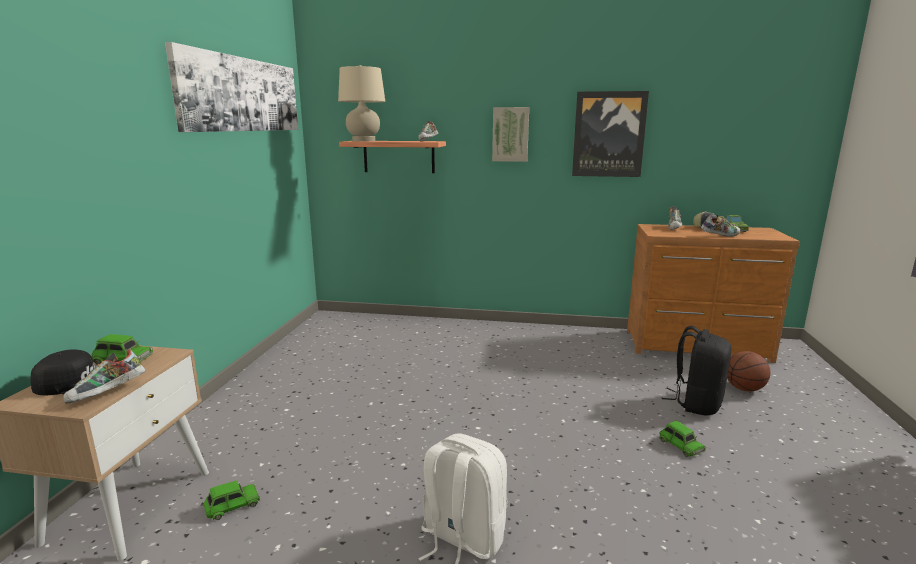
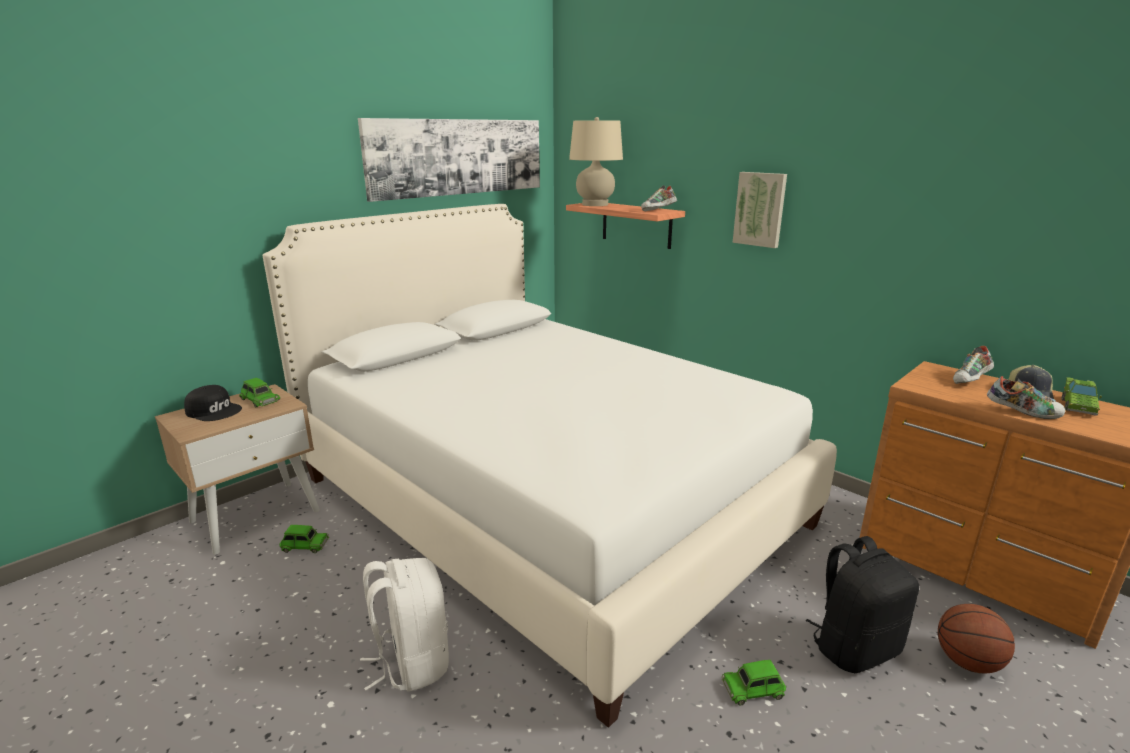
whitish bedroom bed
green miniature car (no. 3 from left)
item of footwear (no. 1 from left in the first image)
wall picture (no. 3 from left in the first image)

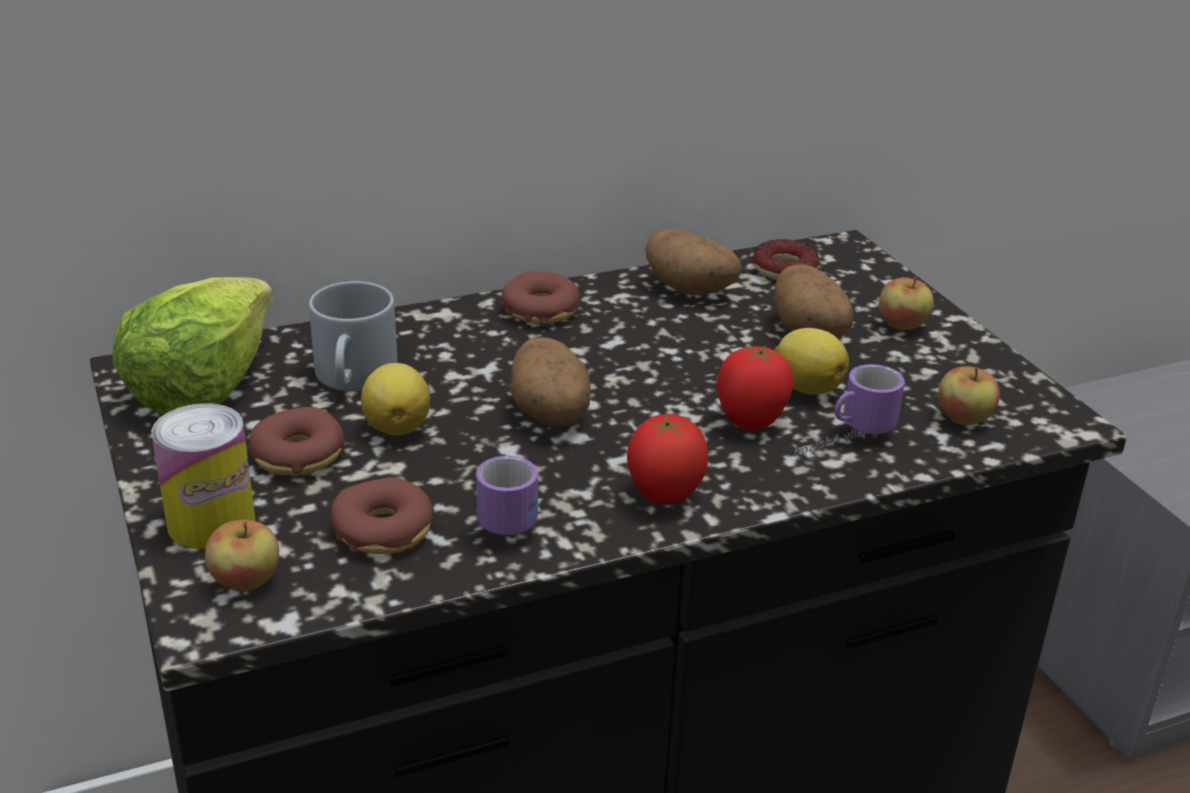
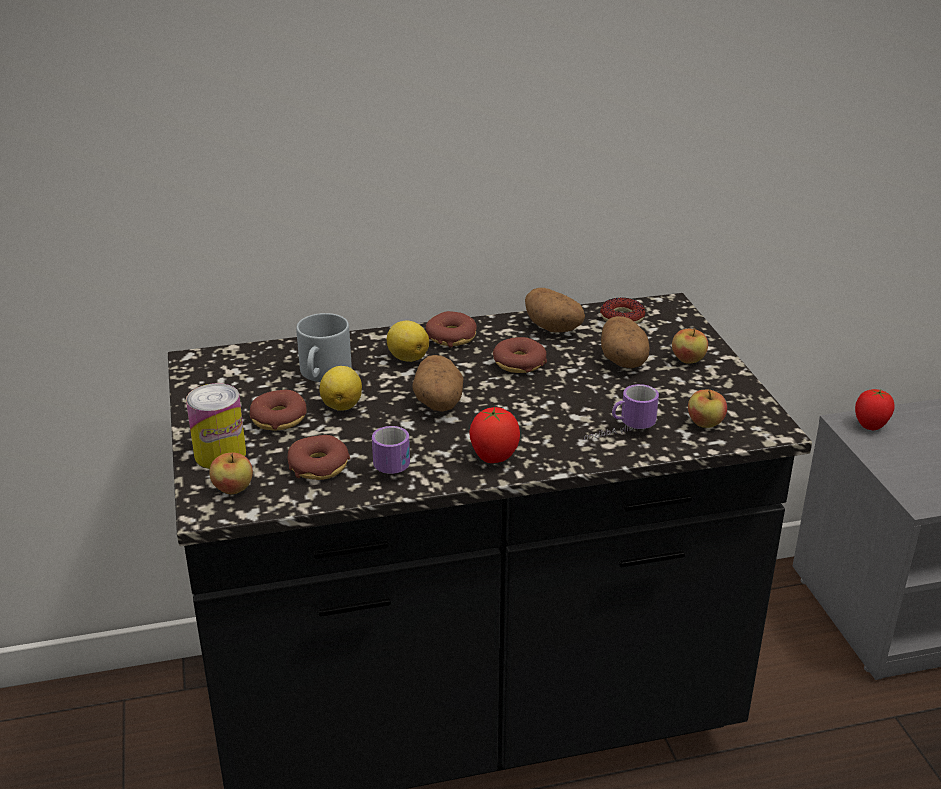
whole lemon (no. 2 from left)
donut (no. 4 from left)
fresh tomato (no. 2 from left)
lettuce

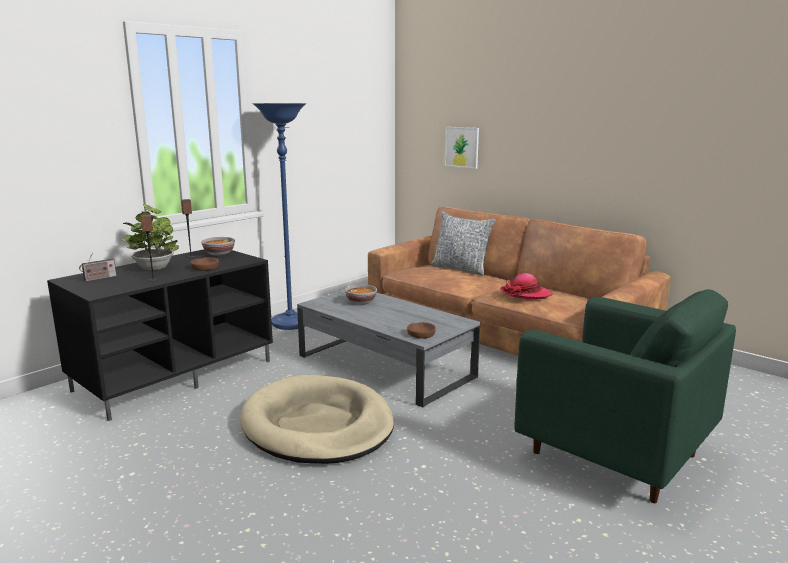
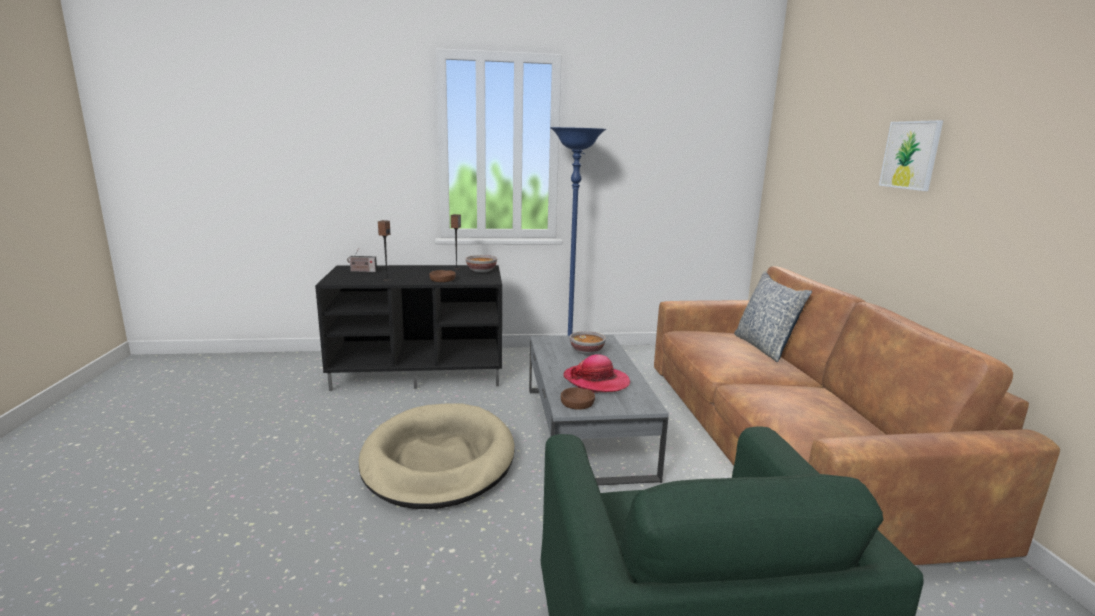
wearable hat
wall picture
potted plant

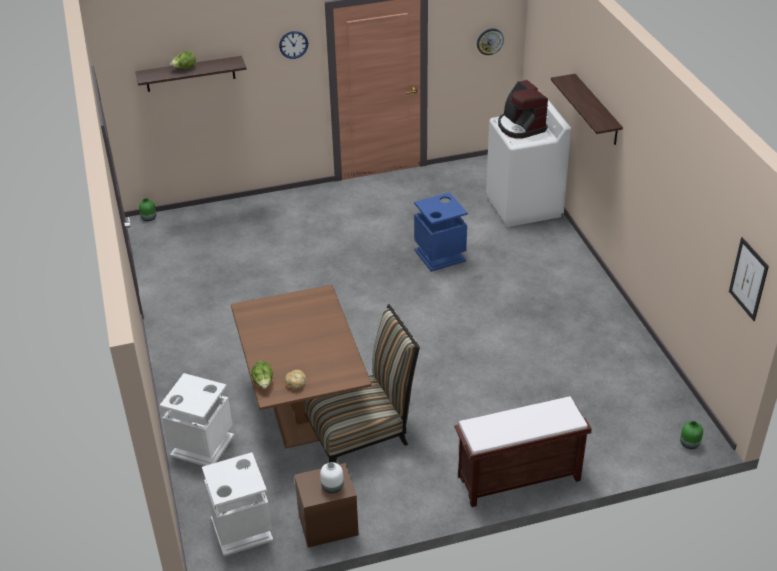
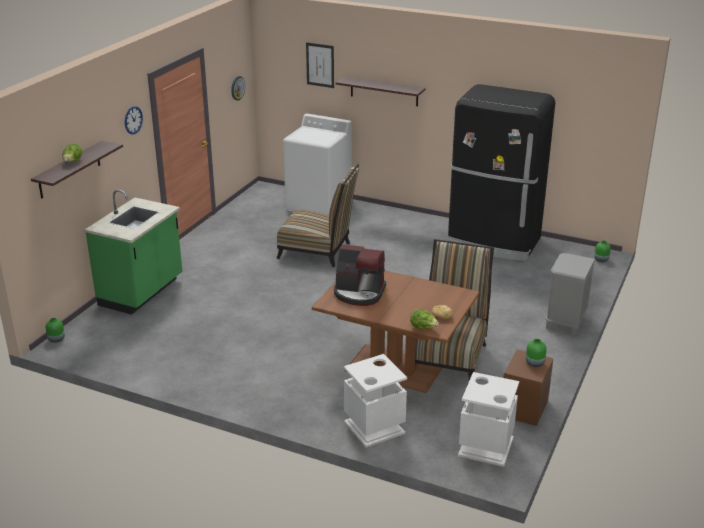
green kitchen counter
chair (no. 1 from left)
wall picture
coffee machine
black-coloured refrigerator
green vase (no. 2 from left)
grey nightstand

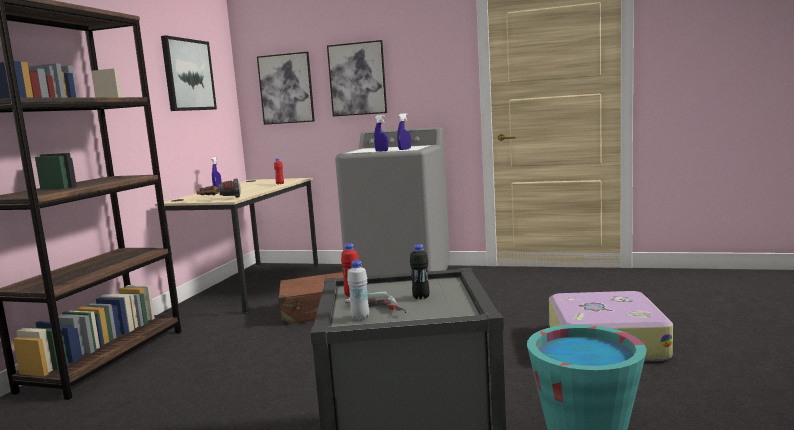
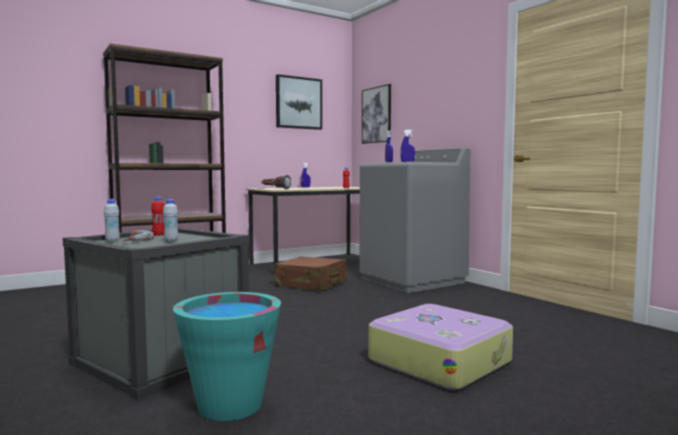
whitish bottle (no. 2 from left)
wall picture (no. 3 from left in the first image)

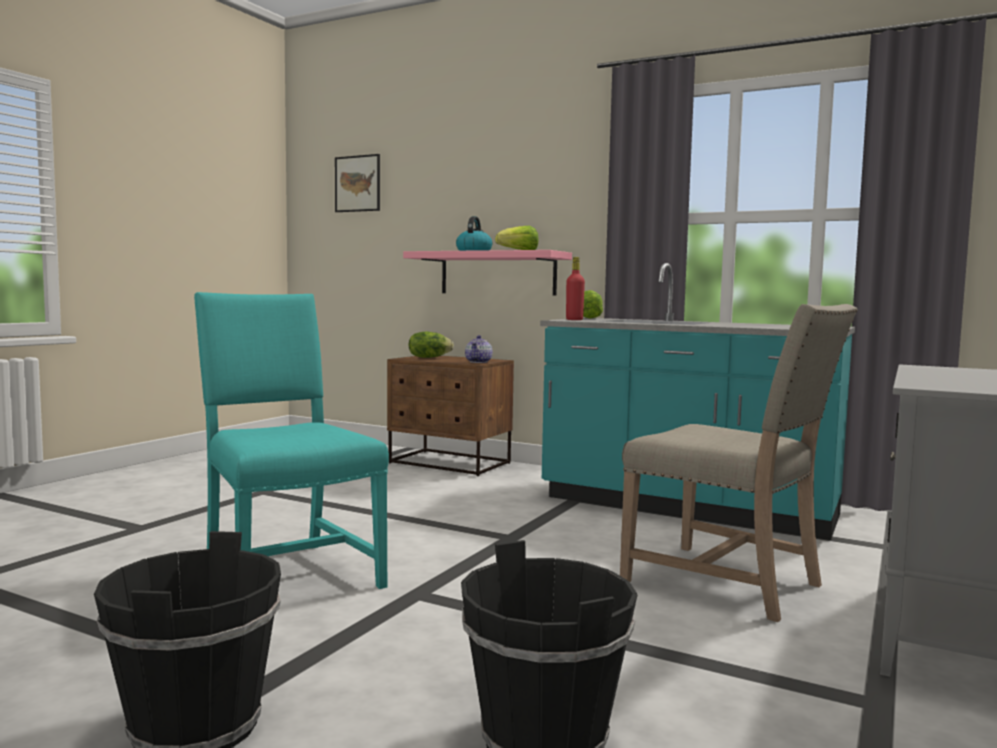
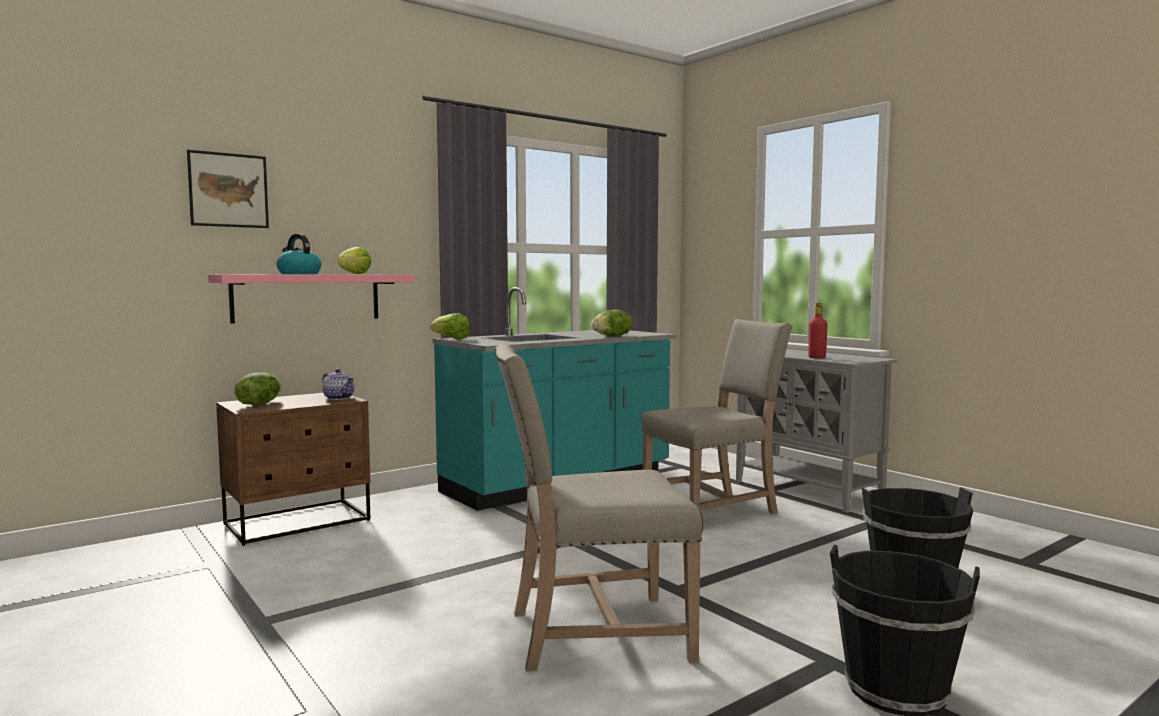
wall picture
beige-coloured chair (no. 1 from left)
lettuce (no. 4 from left)
red bottle

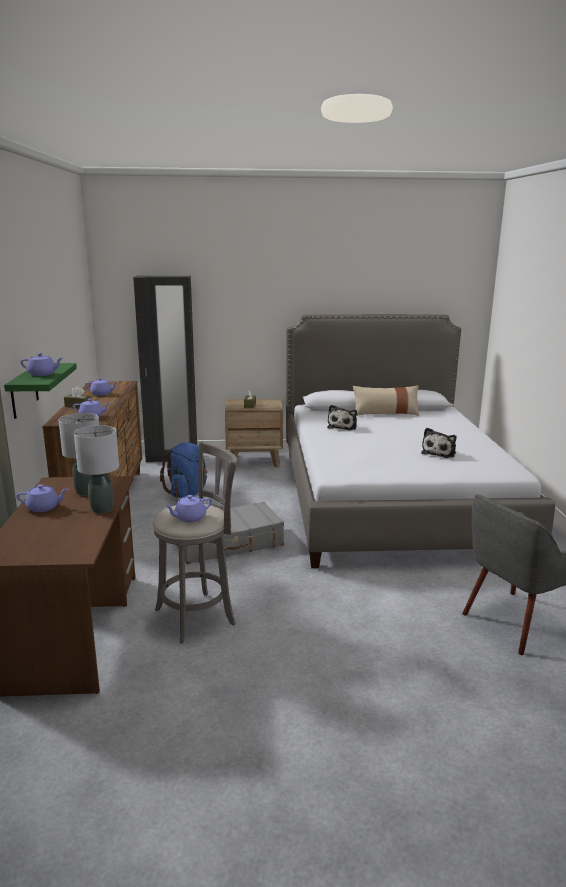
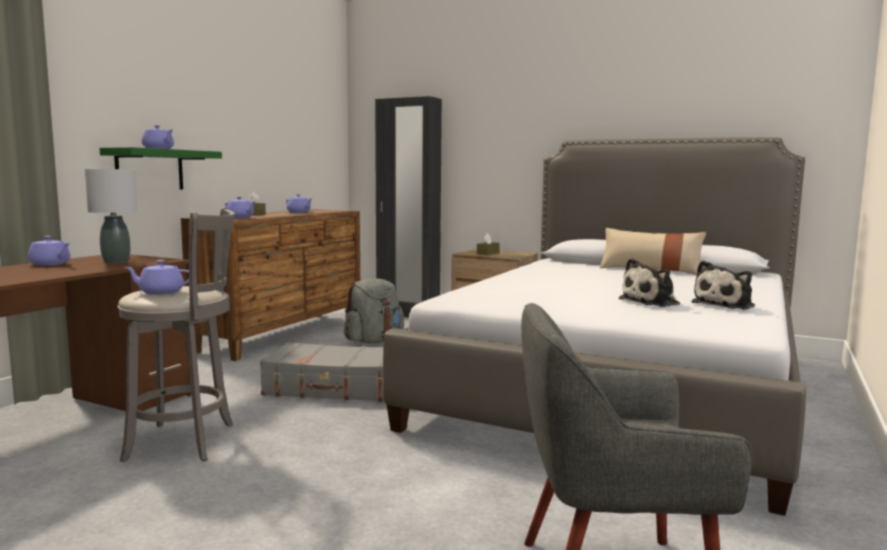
grey knapsack
cuddly toy (no. 2 from left)
grey tabletop lamp (no. 2 from left in the first image)

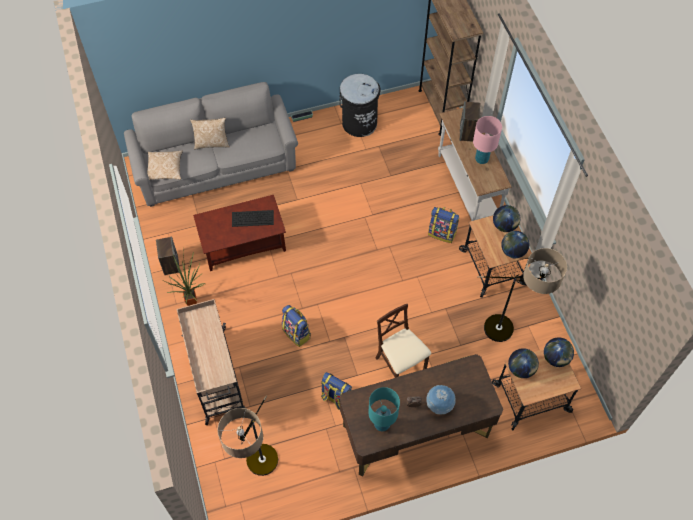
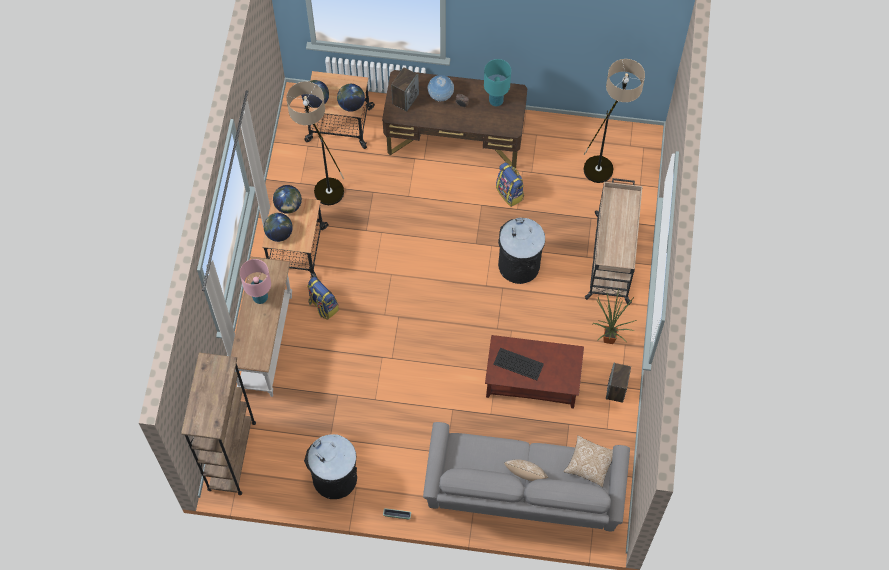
speaker (no. 1 from left)
black-coloured waste bin (no. 2 from left)
beige-coloured chair

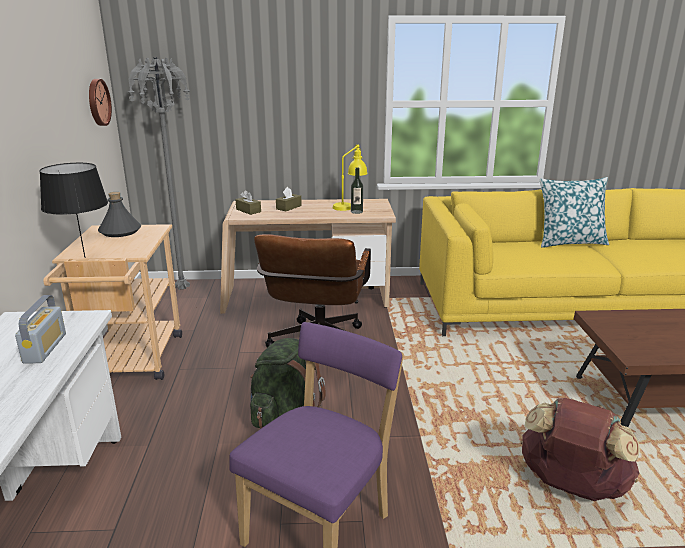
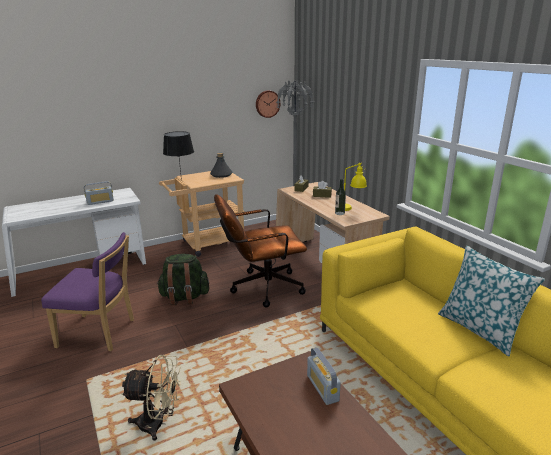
beige-coloured fan
radio receiver (no. 2 from left)

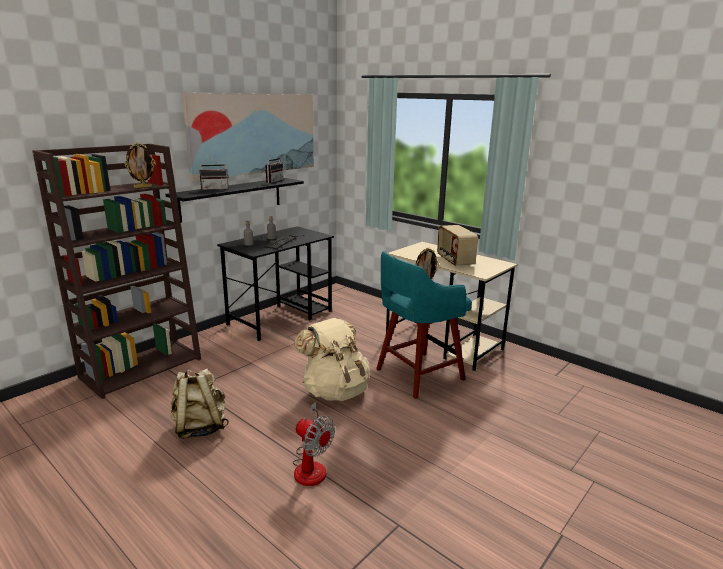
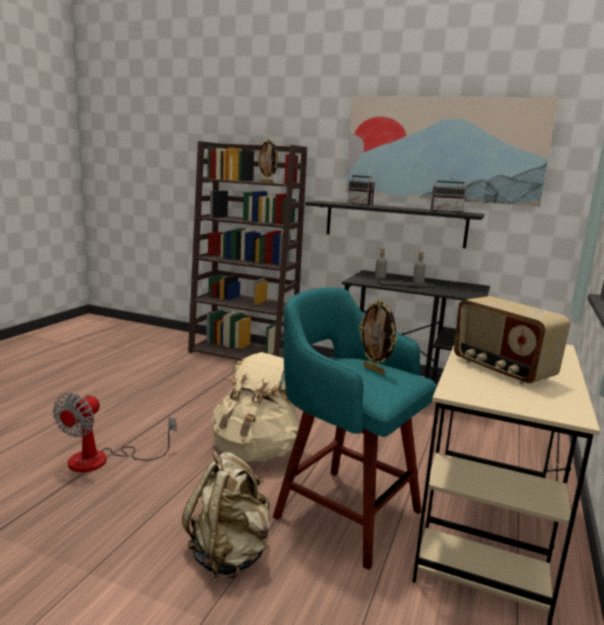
beige-coloured knapsack (no. 1 from left)
radio receiver (no. 3 from left)

